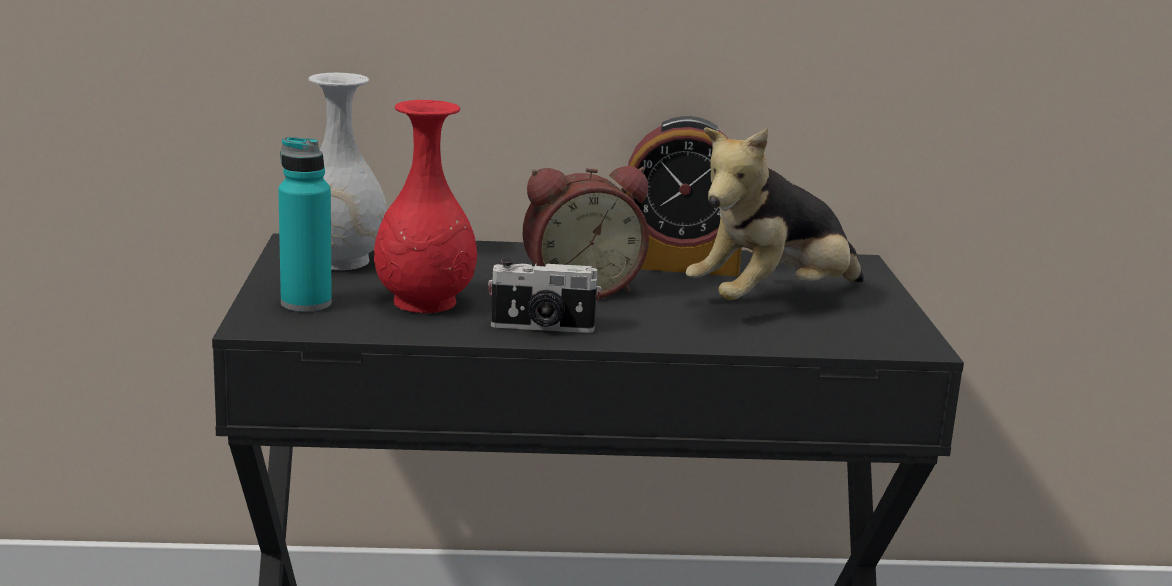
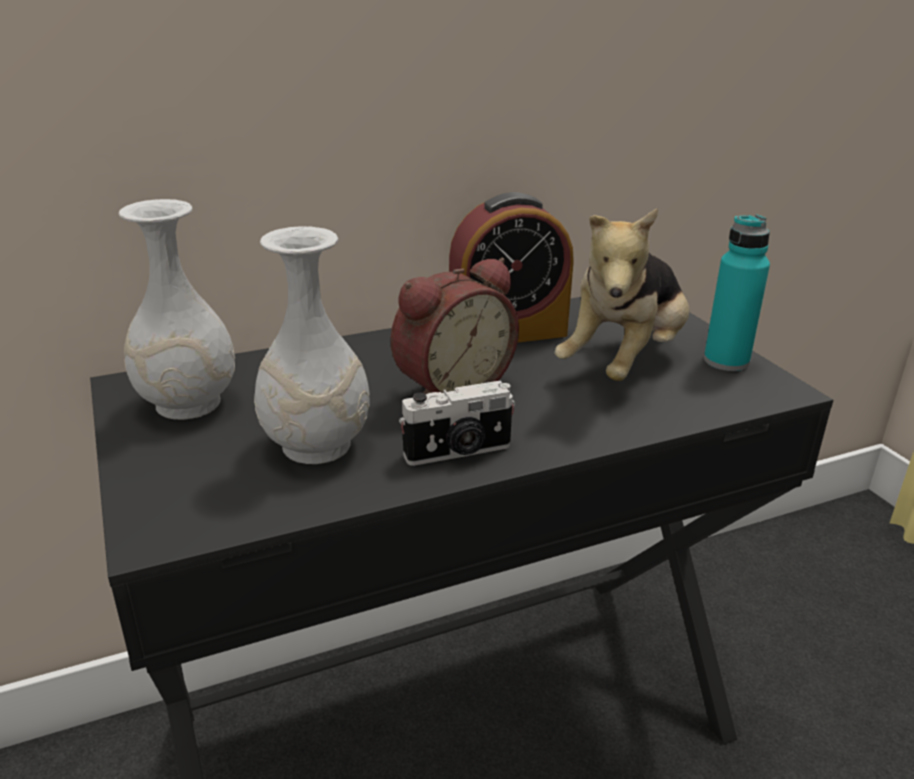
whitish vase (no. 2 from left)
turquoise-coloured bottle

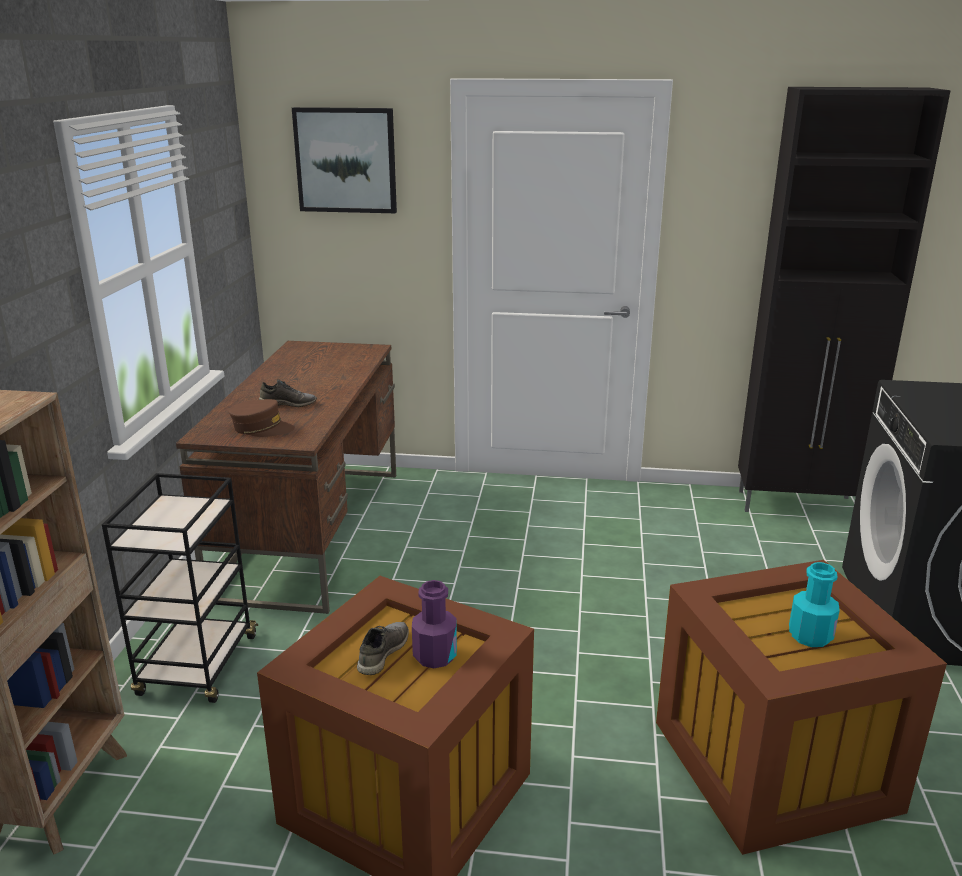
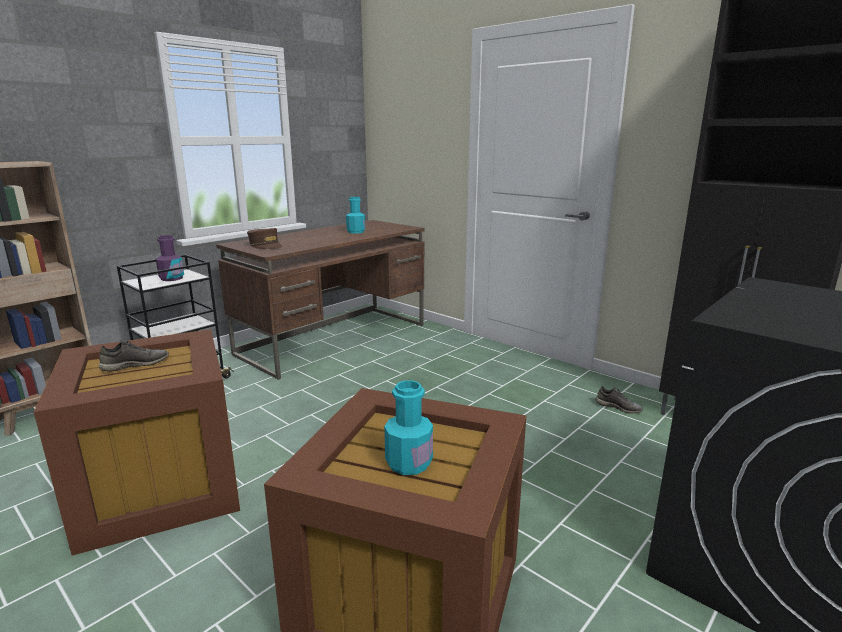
purple bottle
turquoise-coloured bottle (no. 1 from left)
grey item of footwear (no. 2 from left)
wall picture

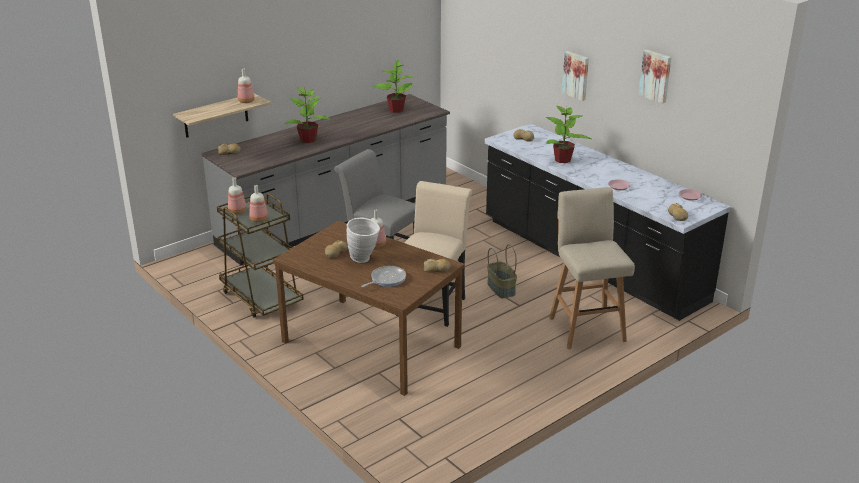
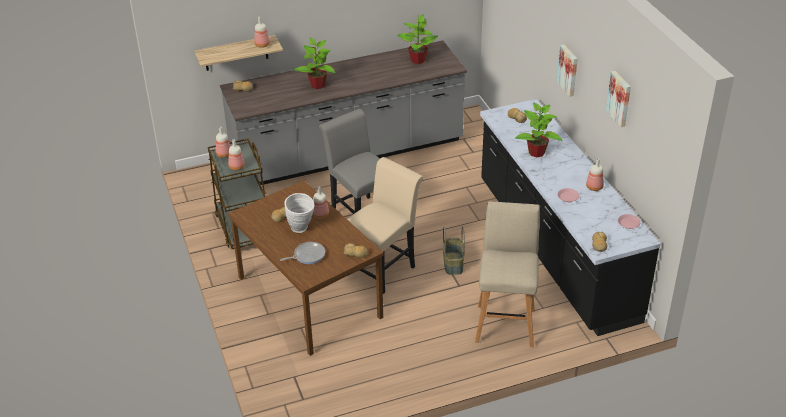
bottle (no. 5 from left)

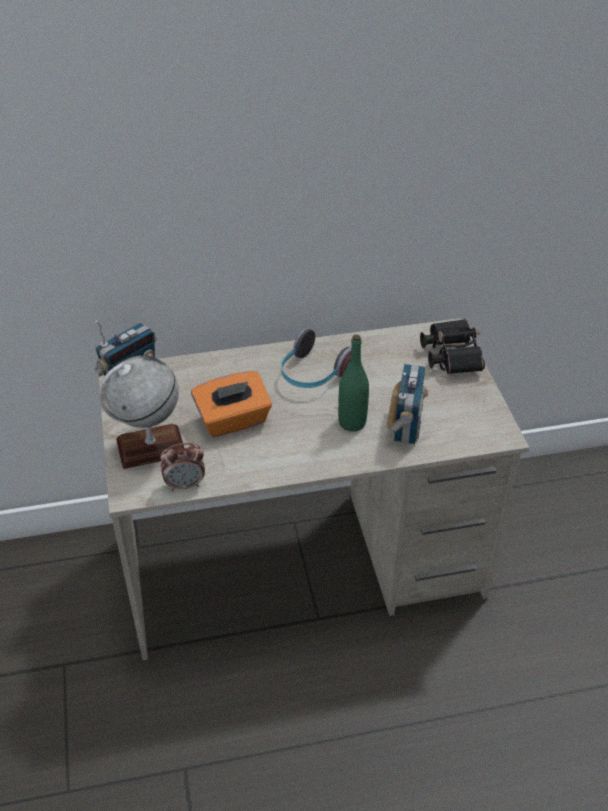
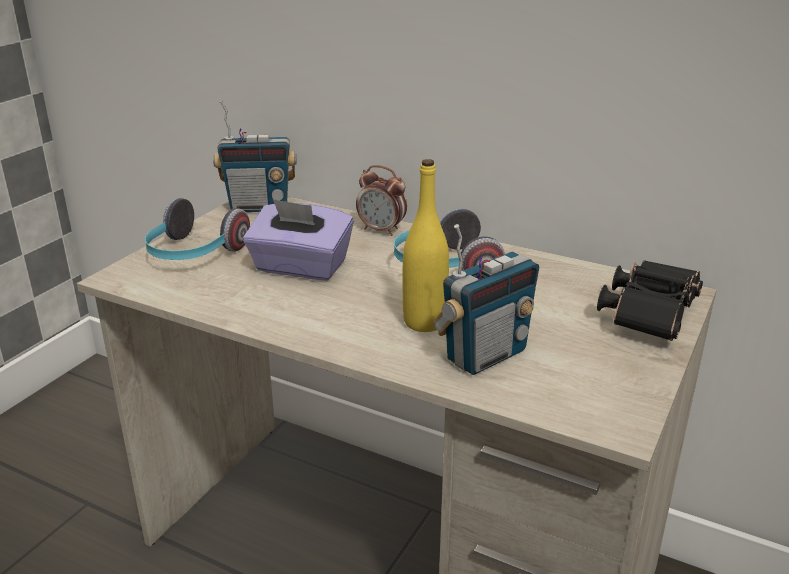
pair of headphones (no. 1 from left)
purple tissue box
bedside clock
yellow bottle

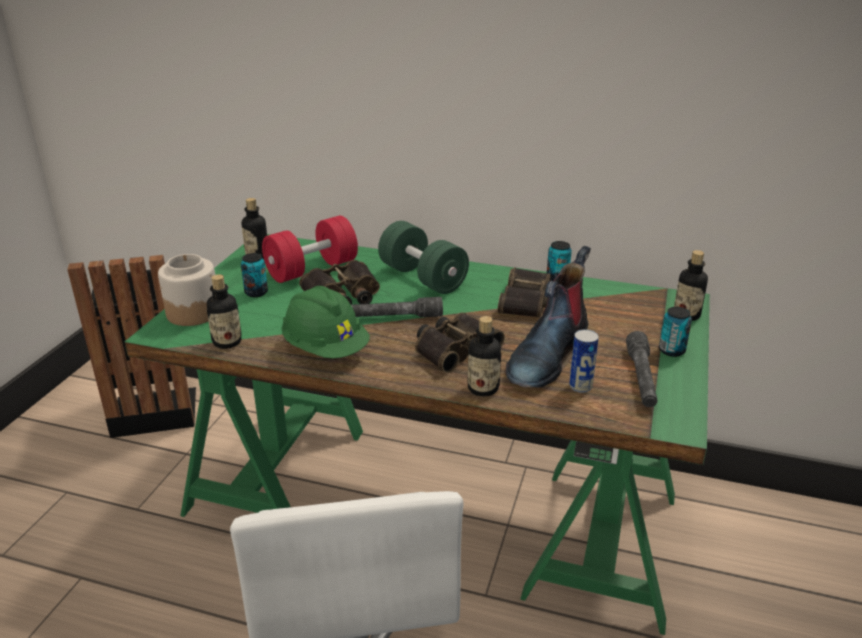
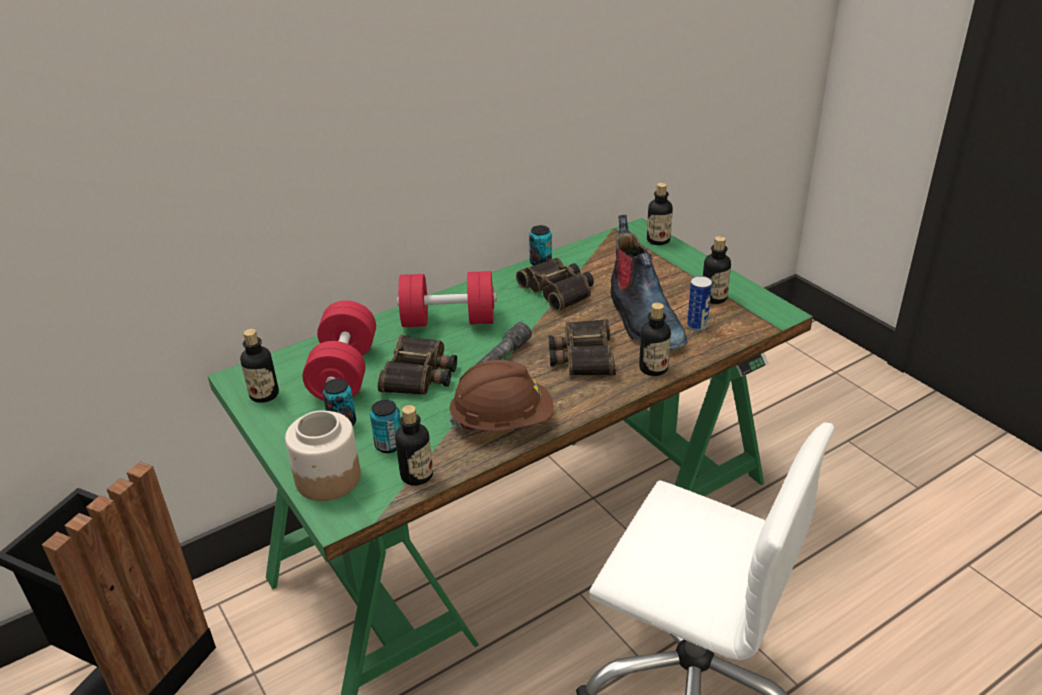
can (no. 2 from left)
red dumbbell (no. 2 from left)
brown safety helmet
bottle (no. 5 from left)

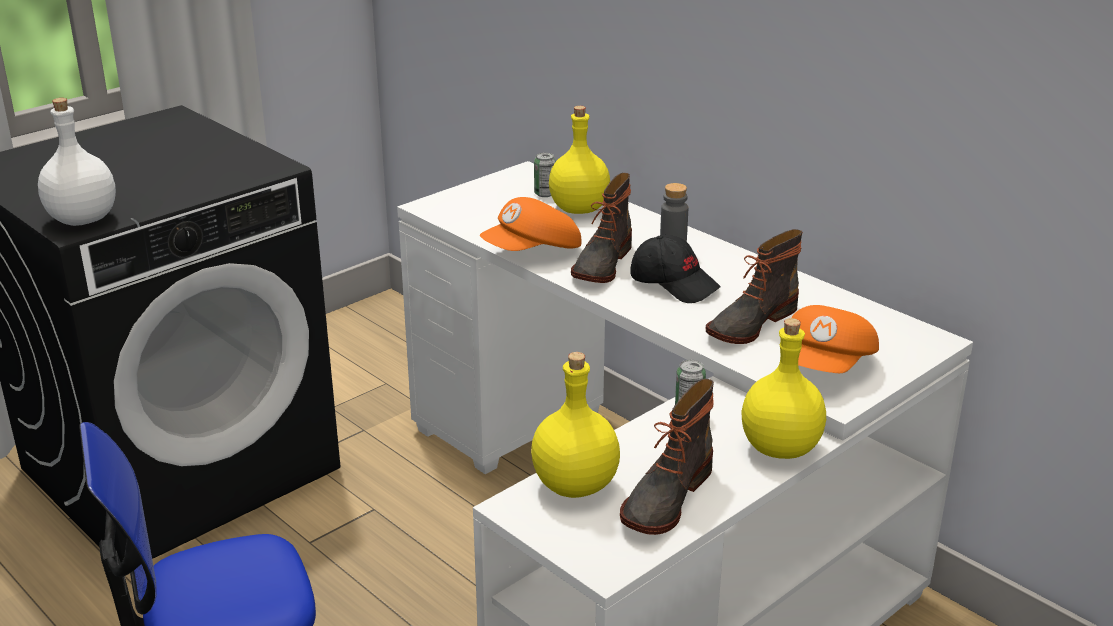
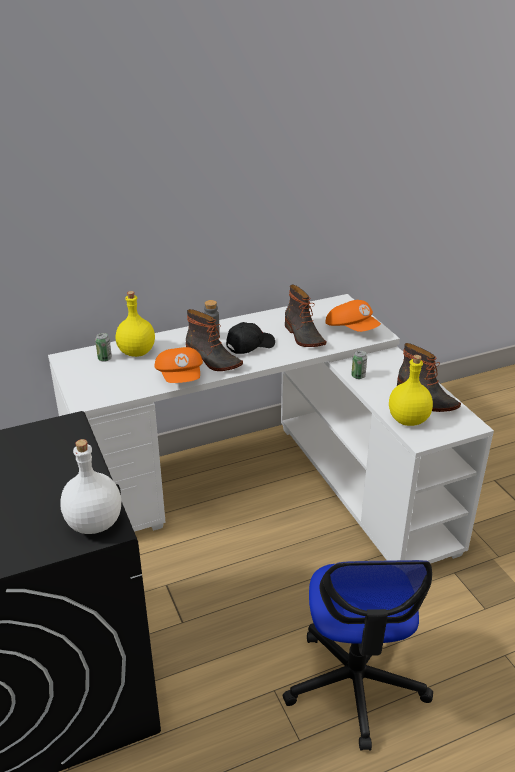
yellow bottle (no. 3 from left in the first image)

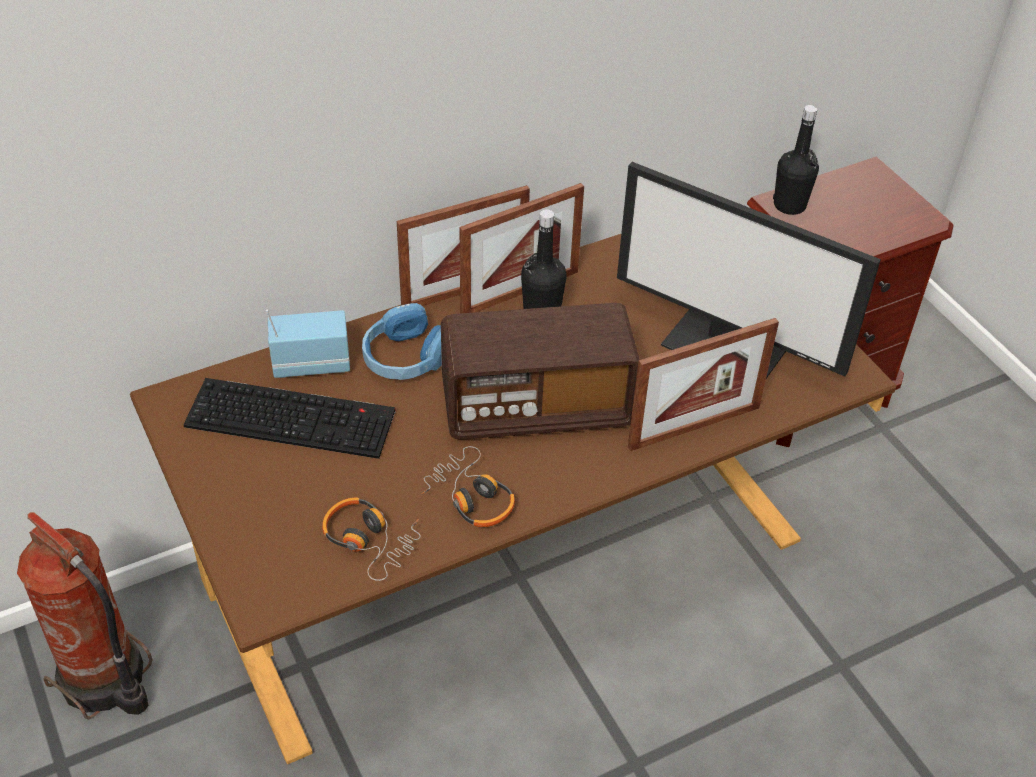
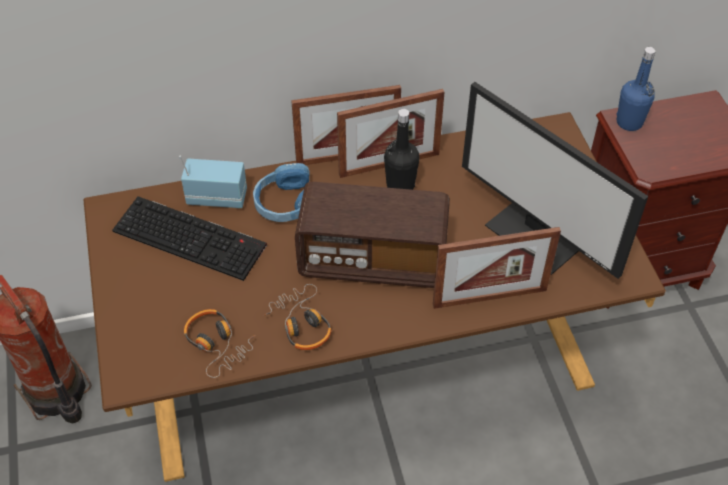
blue-coloured bottle

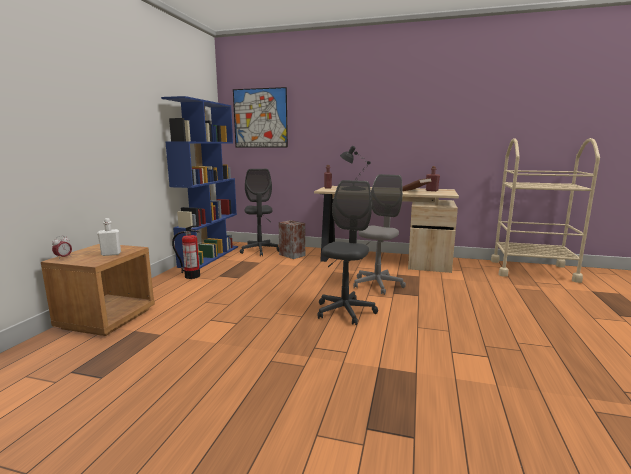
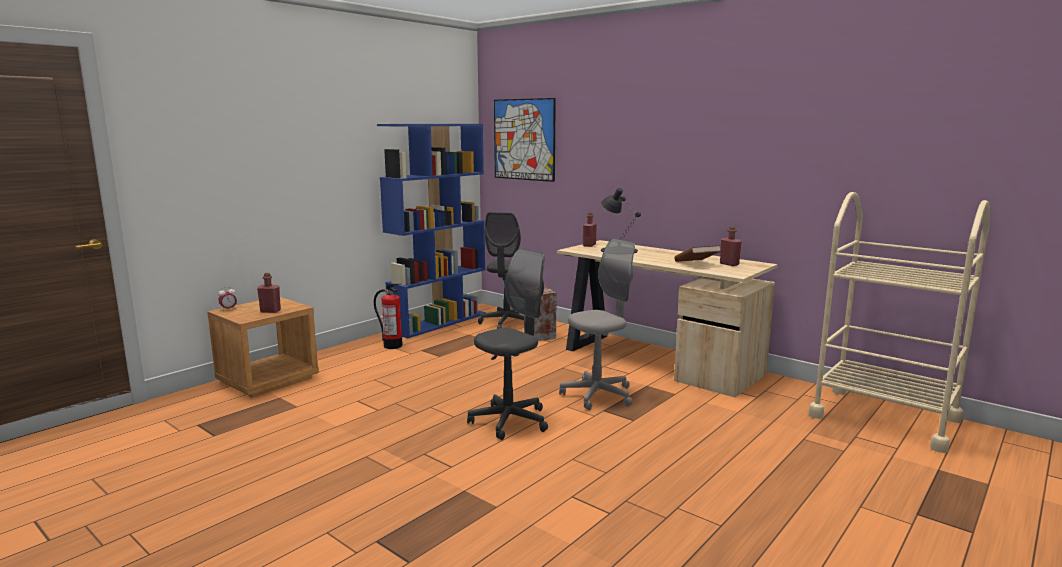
red bottle (no. 1 from left)

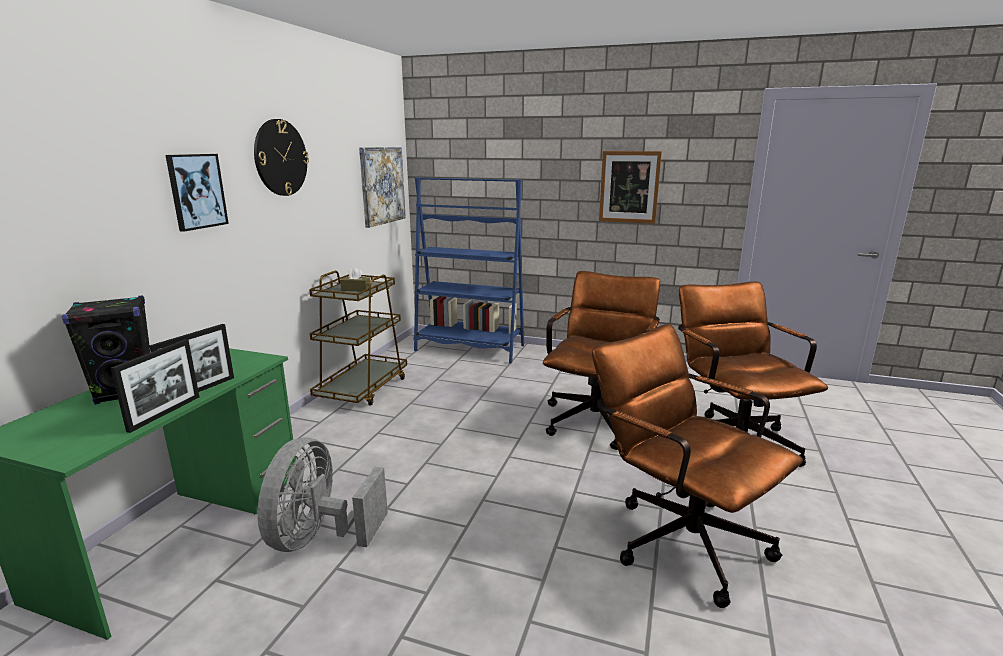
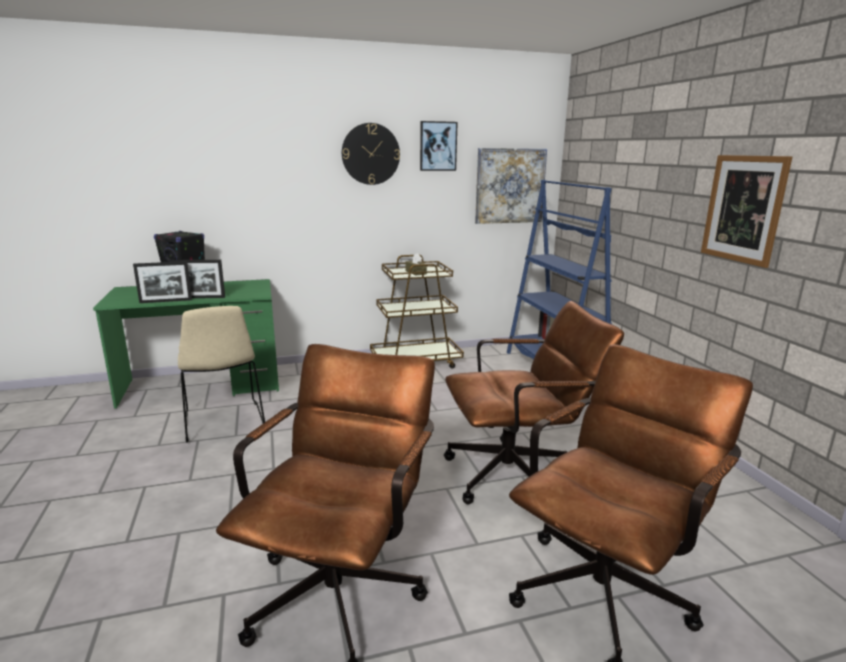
beige-coloured chair
wall picture (no. 1 from left)

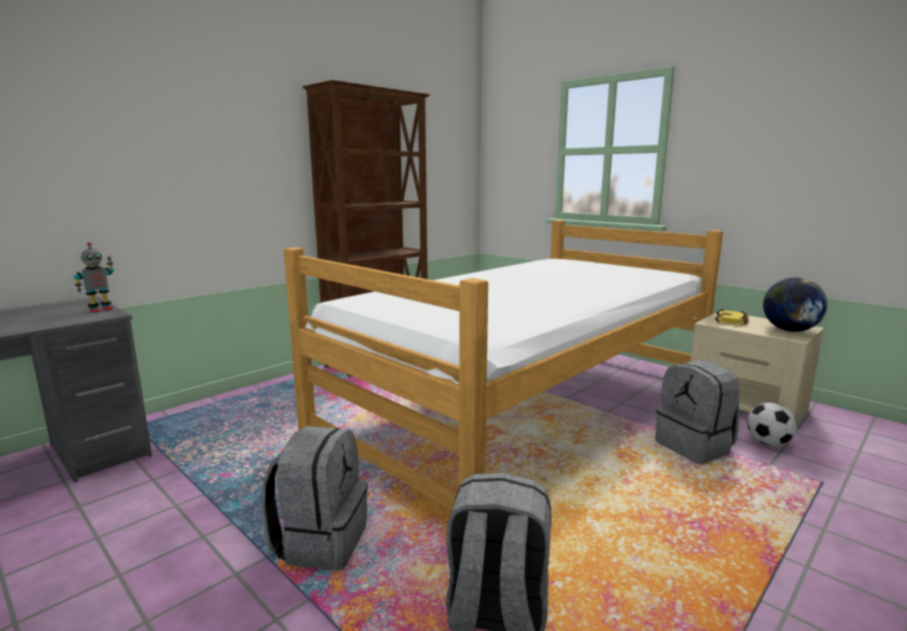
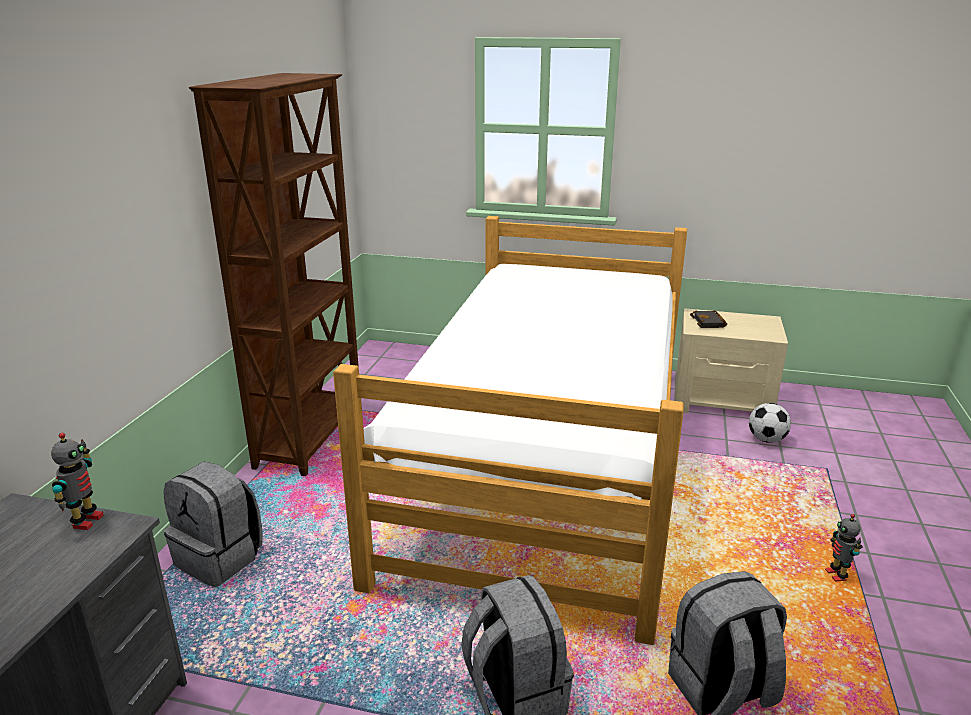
grey knapsack (no. 1 from left)
black-coloured bound book
model robot (no. 2 from left)
globe

